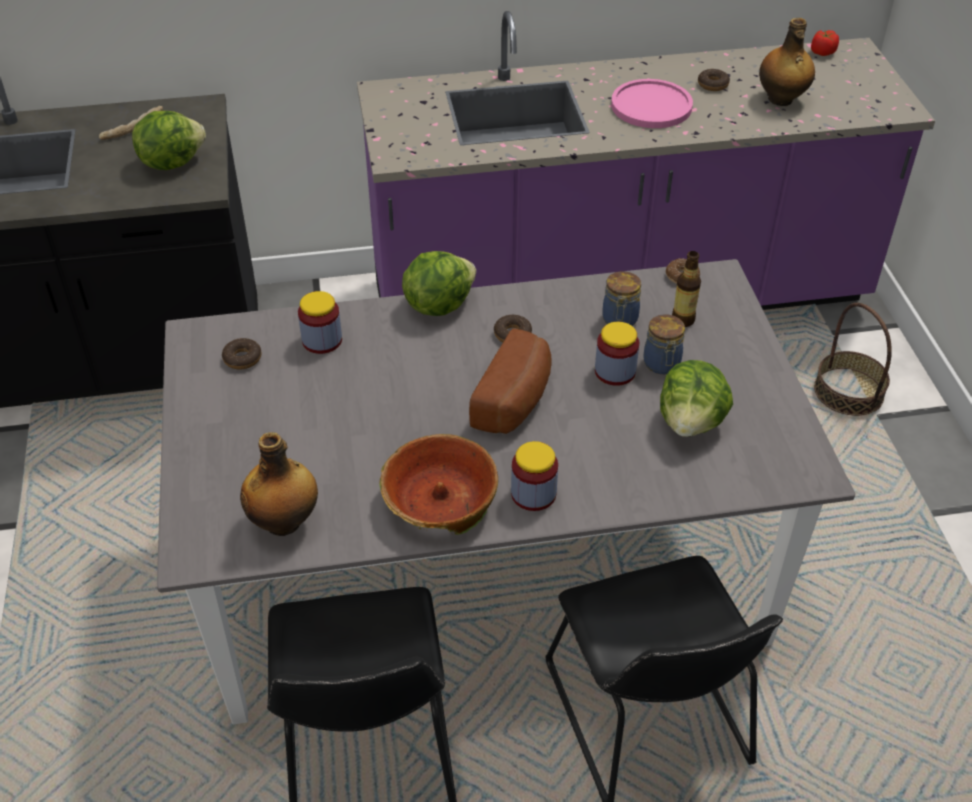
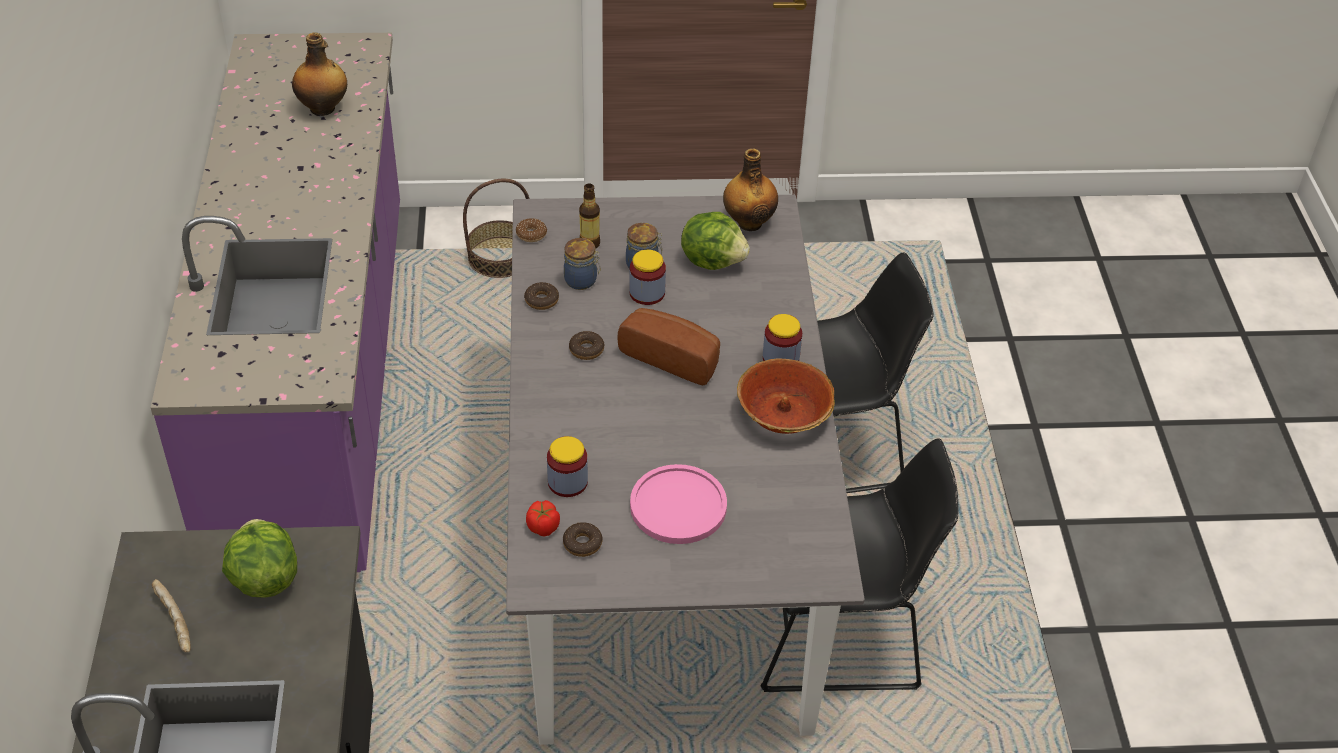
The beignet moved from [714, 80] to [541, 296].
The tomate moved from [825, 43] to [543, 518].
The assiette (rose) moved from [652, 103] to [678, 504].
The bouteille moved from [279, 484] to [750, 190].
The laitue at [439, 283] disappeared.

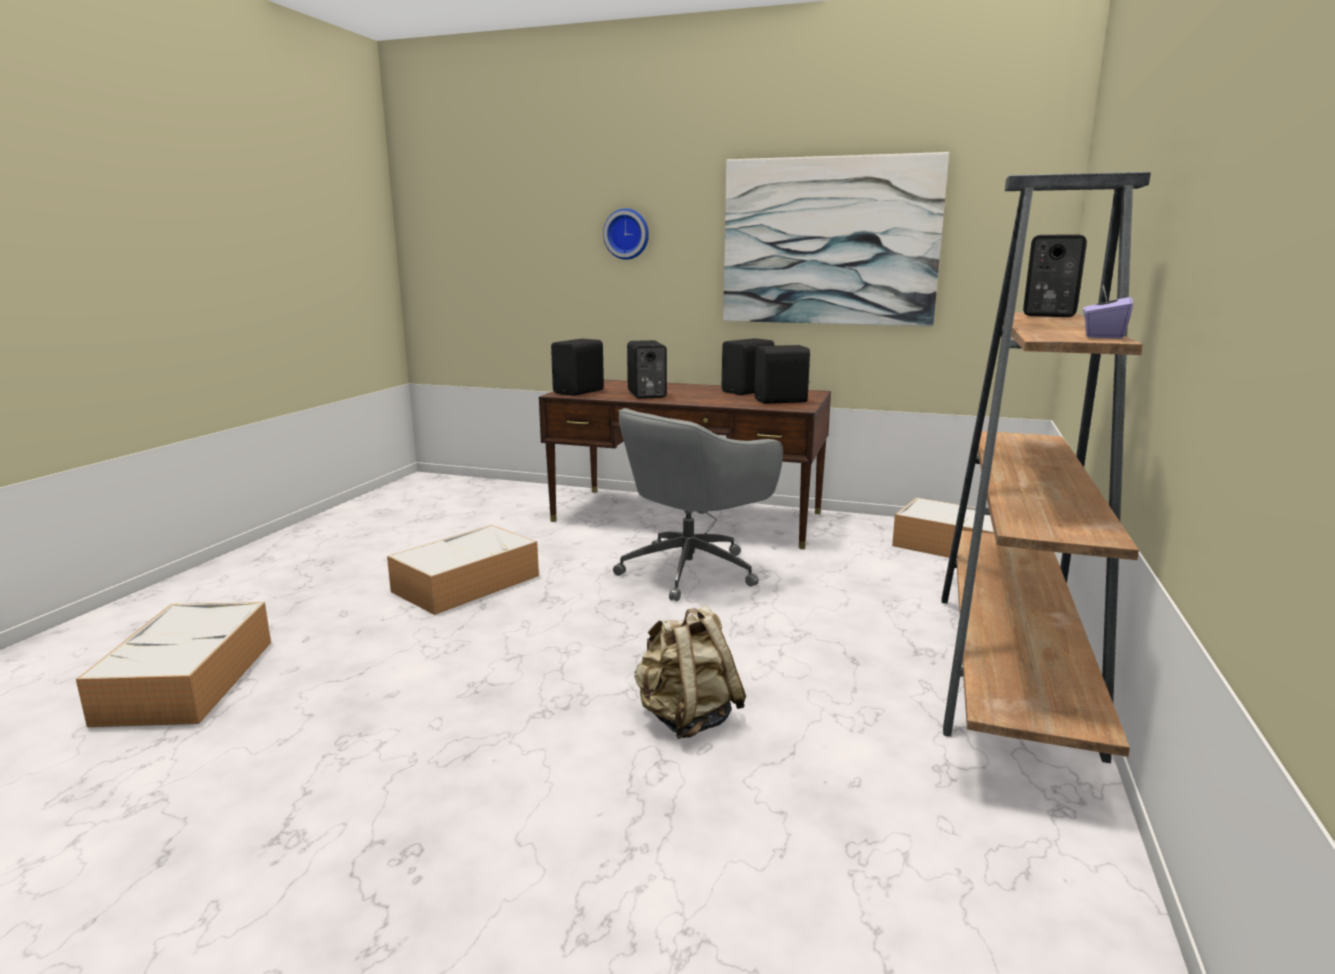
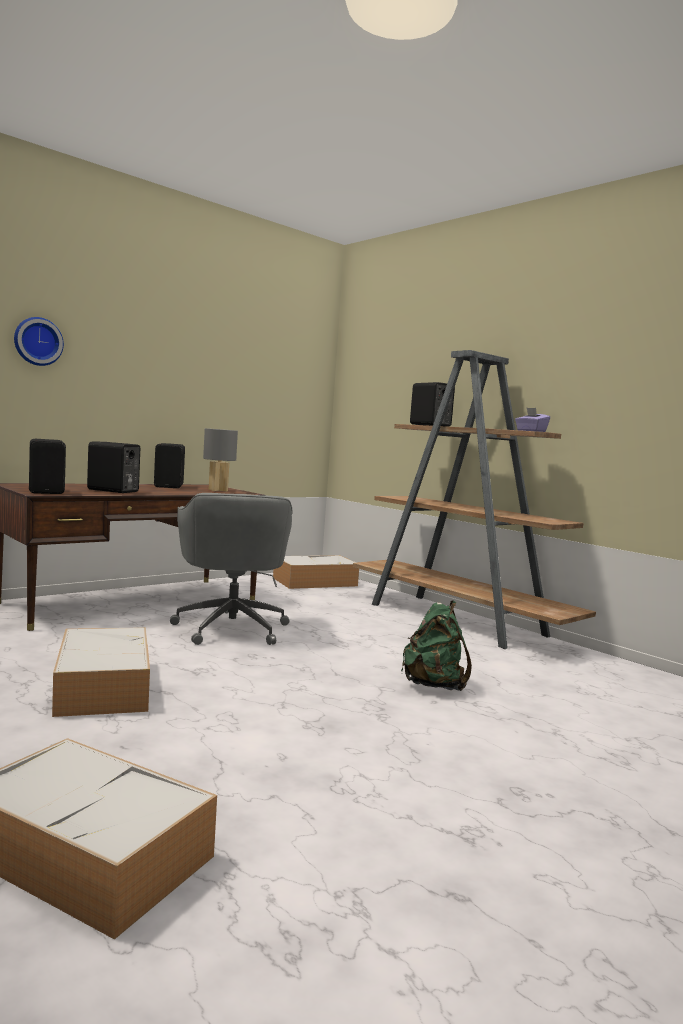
The enceinte (noir) at [782, 374] was replaced by the lampe de table (gris) at [220, 459].
The sac à dos (beige) at [690, 672] became the sac à dos (vert) at [436, 645].
The tableau at [836, 239] disappeared.

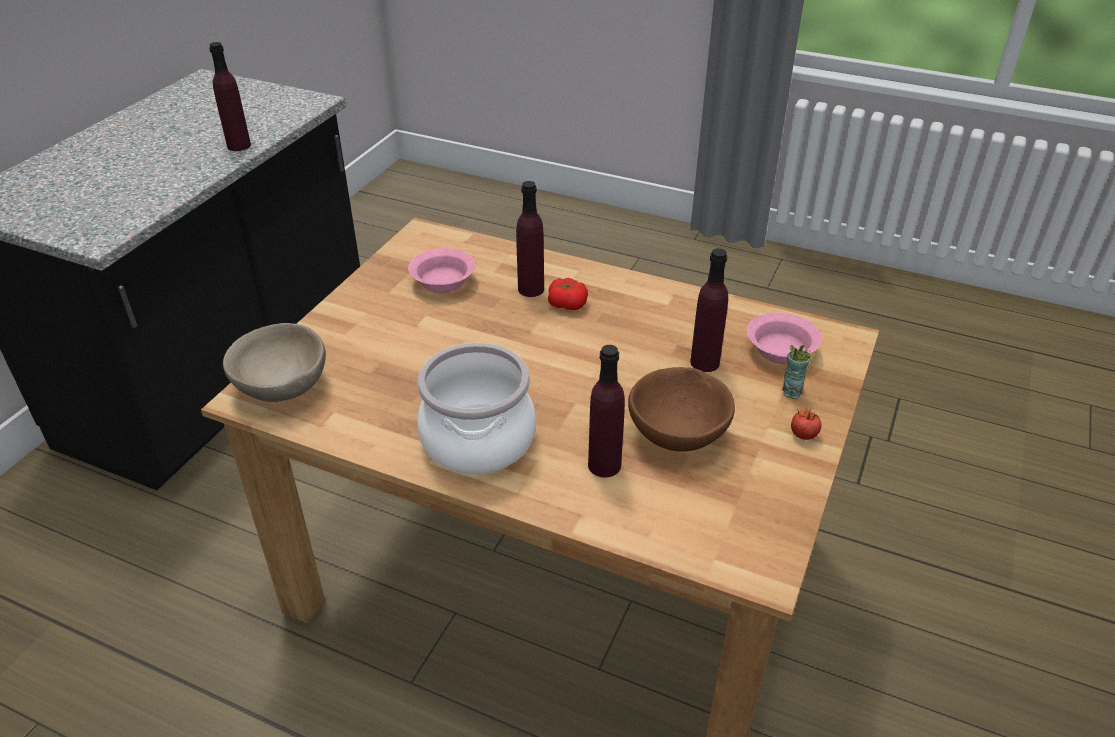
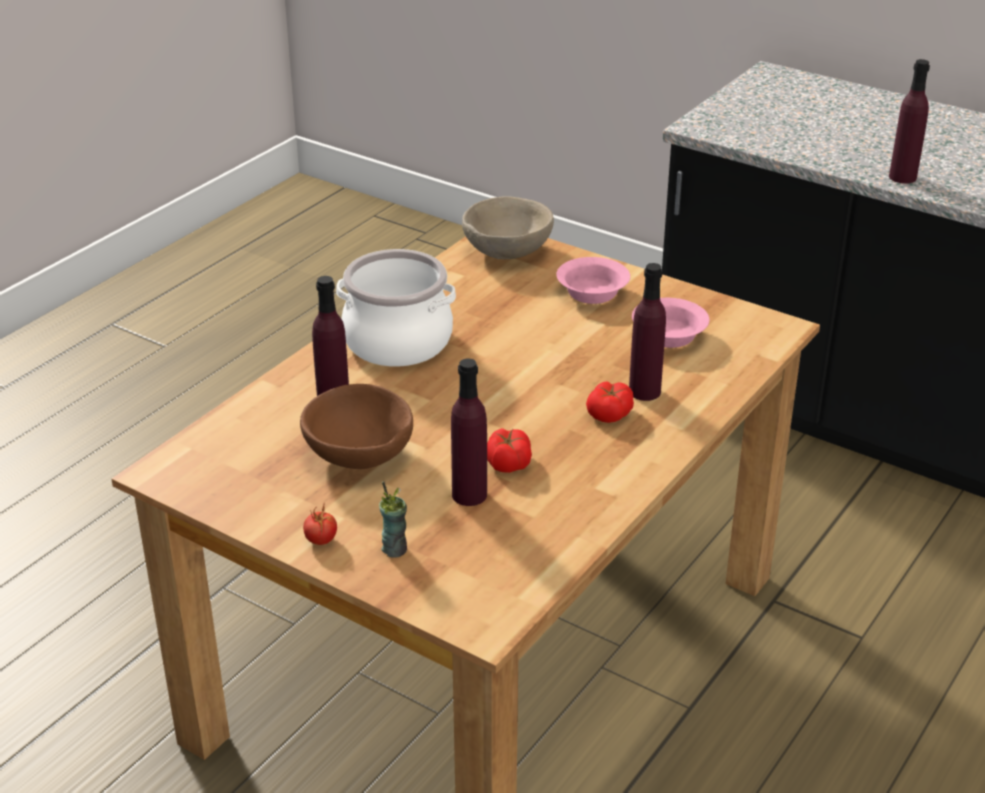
The tomate at [509, 450] appeared.
The bol (rose) moved from [784, 338] to [593, 280].

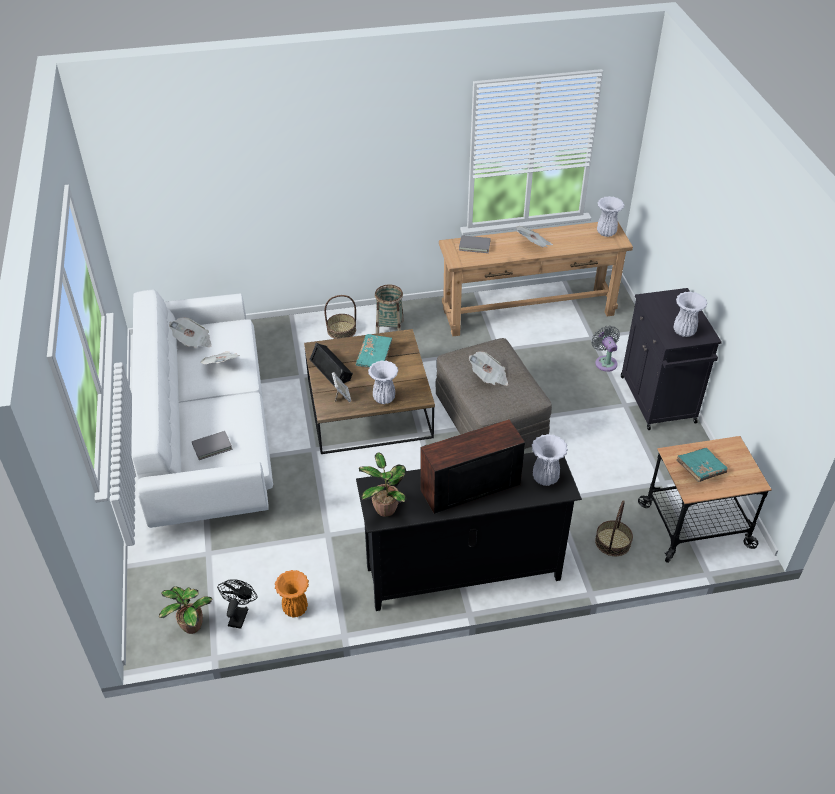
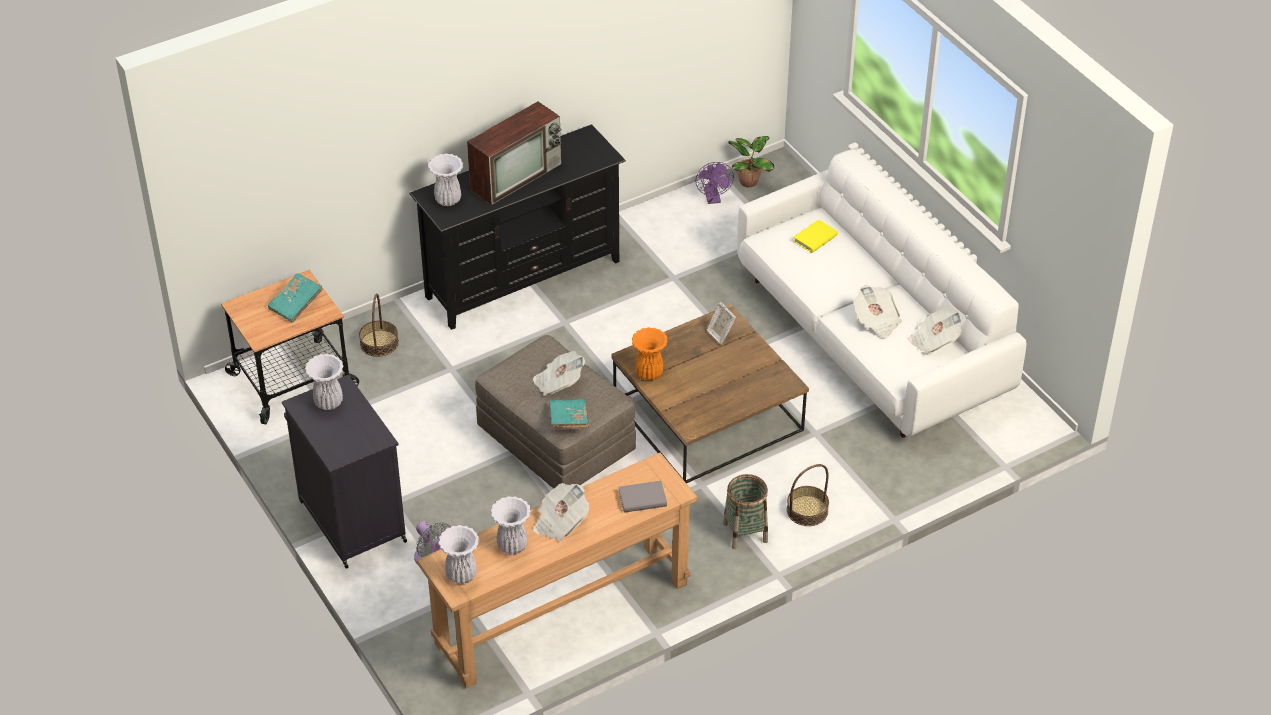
The vase (blanc) moved from [383, 382] to [510, 525].
The livre (turquoise) moved from [374, 351] to [568, 414].
The vase (orange) moved from [292, 593] to [650, 353].
The ventilateur (noir) at [237, 604] became the ventilateur (violet) at [715, 183].
The livre (gris) at [212, 445] became the livre (jaune) at [815, 236].
The enceinte (noir) at [331, 364] disappeared.
The plante en pot at [383, 484] disappeared.

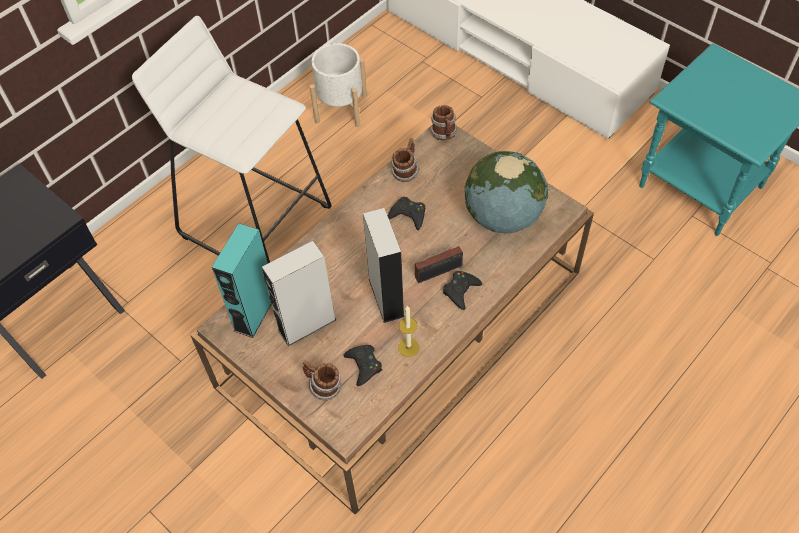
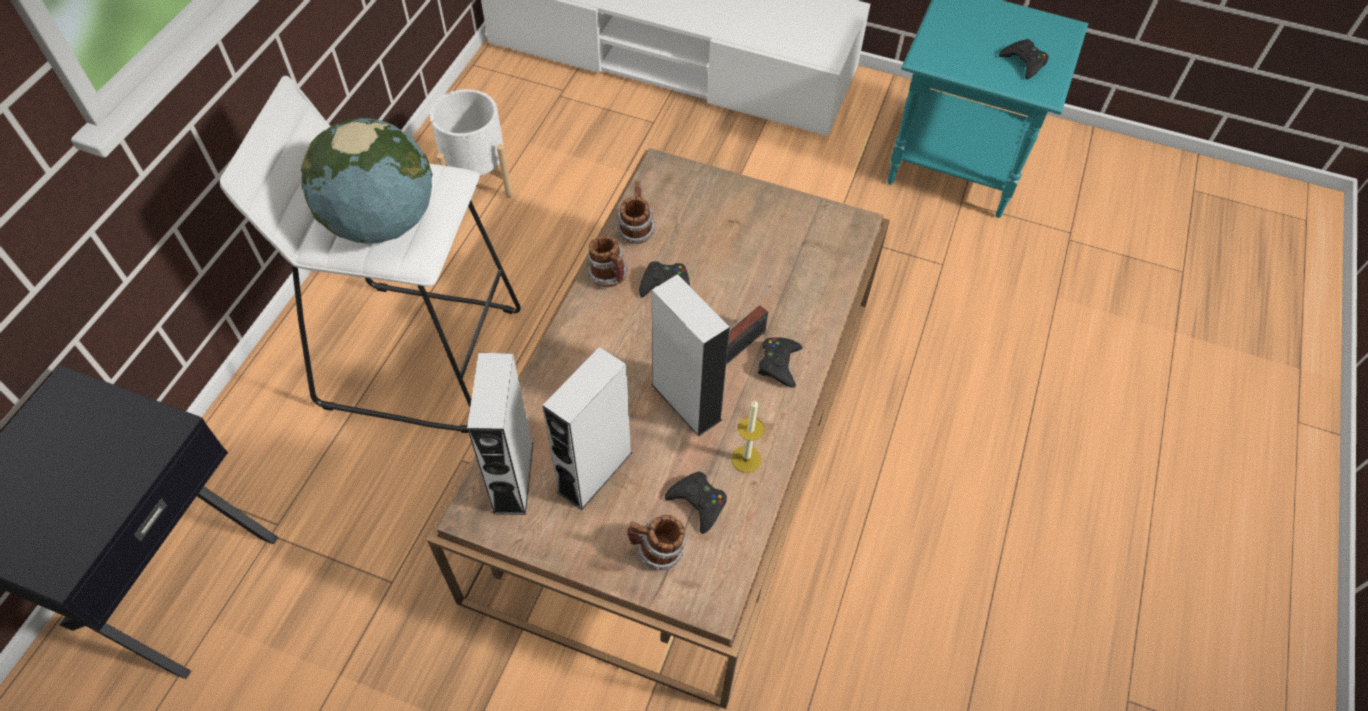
The globe moved from [506, 192] to [367, 181].
The enceinte (turquoise) at [241, 280] became the enceinte (gris) at [500, 434].
The mug moved from [443, 123] to [607, 261].
The manette (noir) at [1024, 59] appeared.

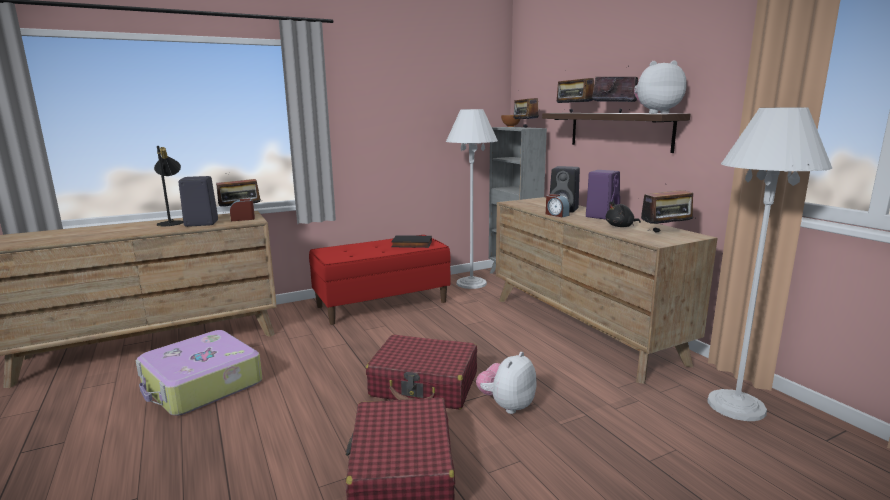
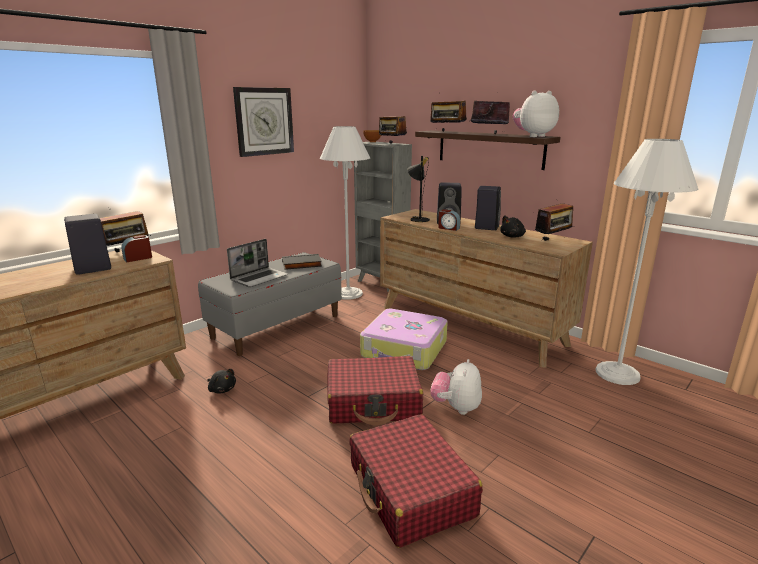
The banc (rouge) at [380, 280] became the banc (gris) at [270, 304].
The peluche (noir) at [222, 381] appeared.
The ordinateur portable at [257, 263] appeared.
The horloge murale at [263, 122] appeared.
The valise moved from [198, 373] to [404, 339].
The lampe de table (noir) moved from [168, 186] to [418, 189].
The enceinte (violet) at [603, 194] became the enceinte (noir) at [488, 208].

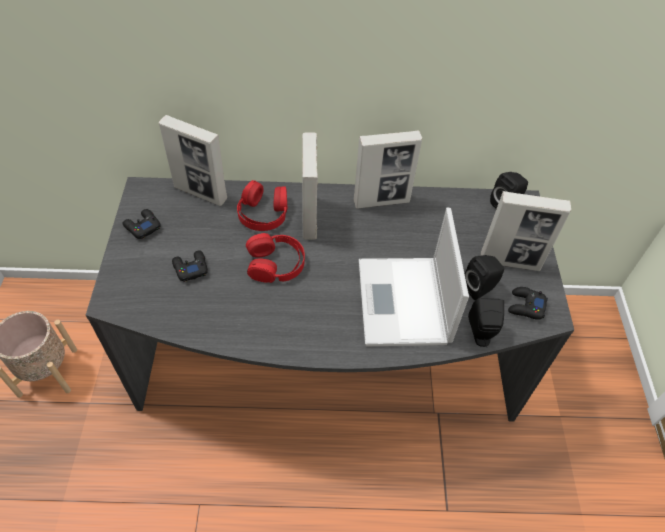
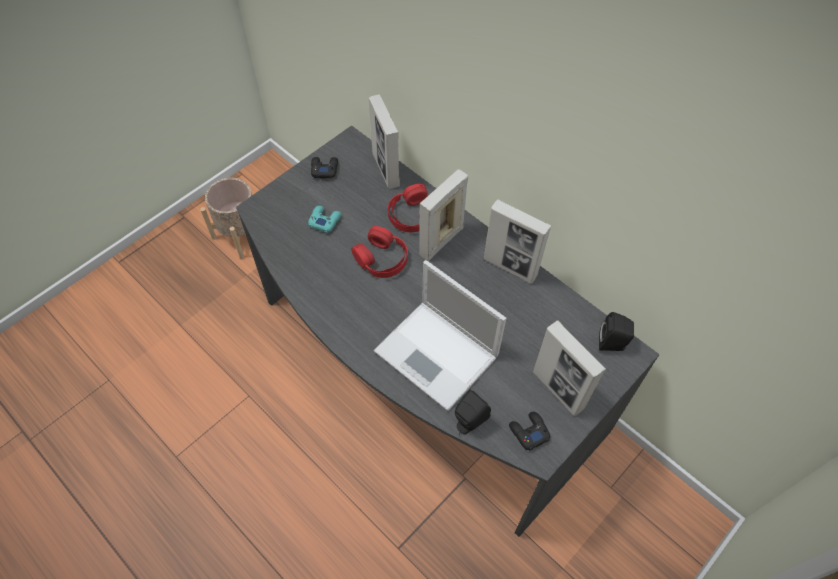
The manette (noir) at [190, 266] became the manette (turquoise) at [324, 219].
The ordinateur portable at [414, 276] turned 90 degrees counterclockwise.
The enceinte (noir) at [484, 277] disappeared.

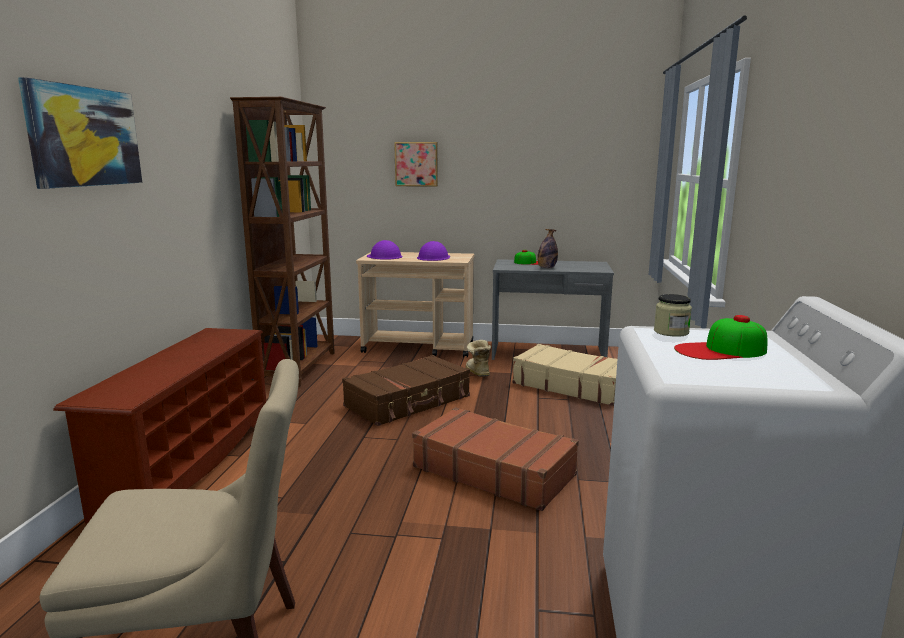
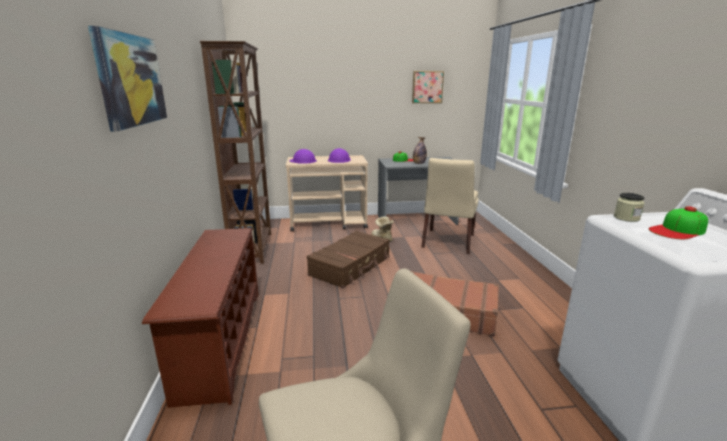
The tableau moved from [416, 164] to [428, 87].
The valise (beige) at [565, 375] was replaced by the chaise (beige) at [450, 206].

